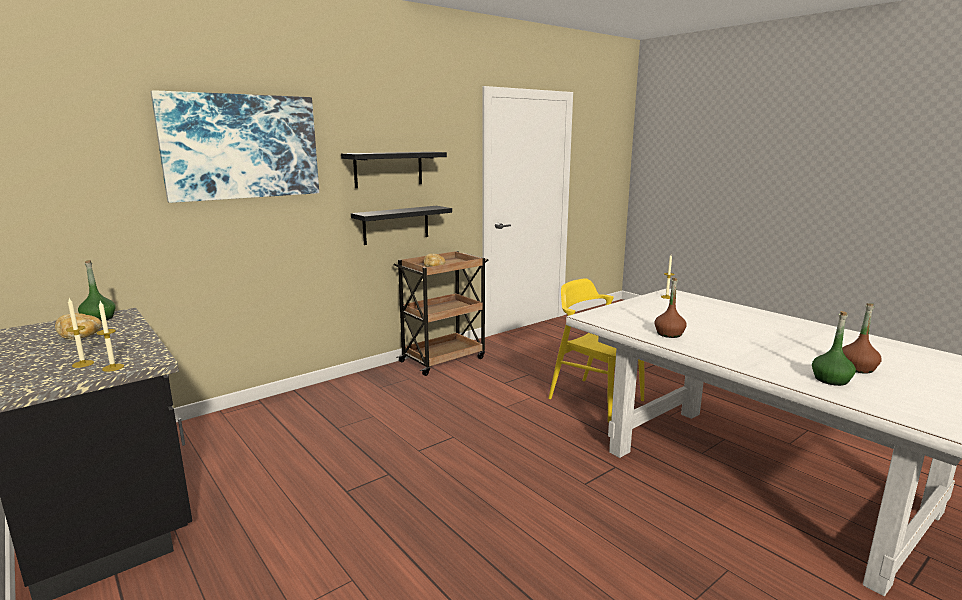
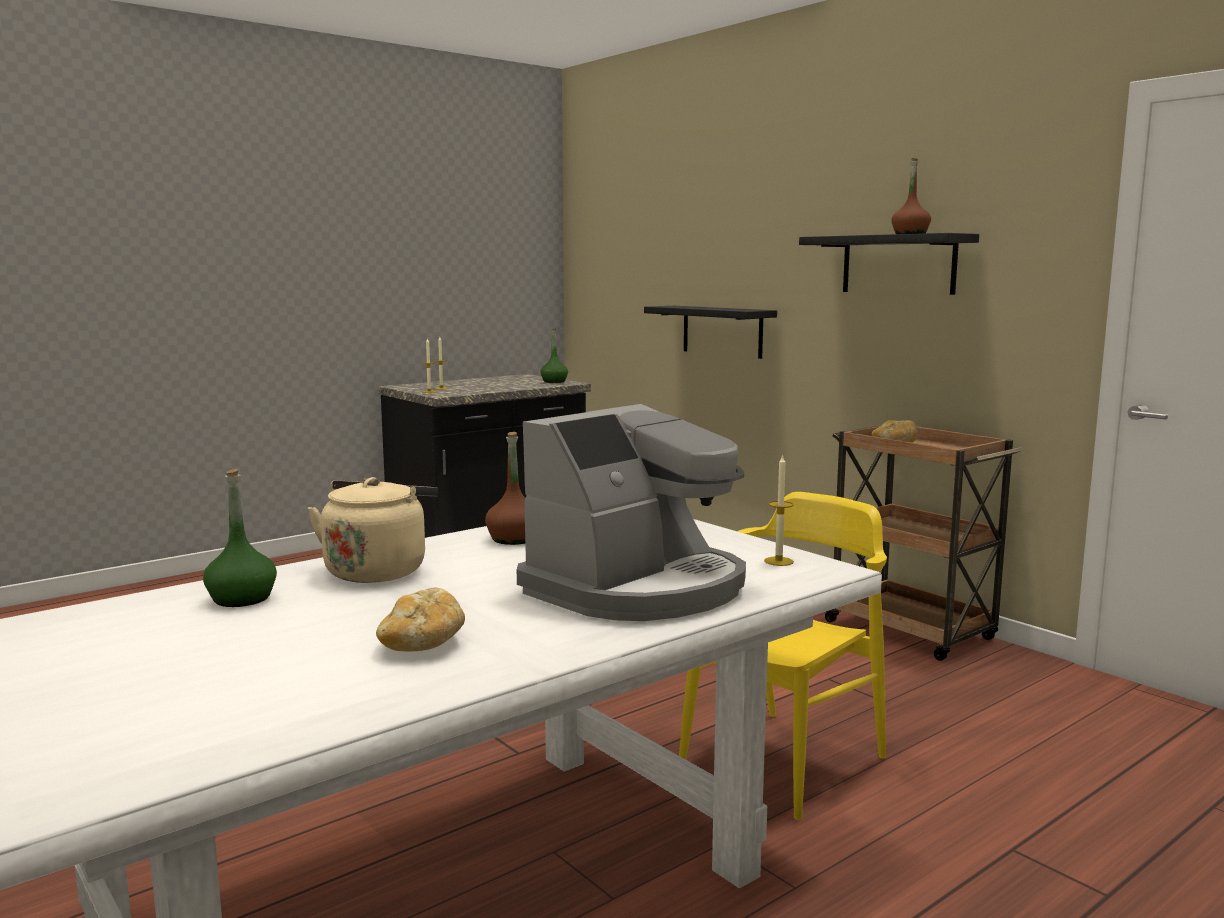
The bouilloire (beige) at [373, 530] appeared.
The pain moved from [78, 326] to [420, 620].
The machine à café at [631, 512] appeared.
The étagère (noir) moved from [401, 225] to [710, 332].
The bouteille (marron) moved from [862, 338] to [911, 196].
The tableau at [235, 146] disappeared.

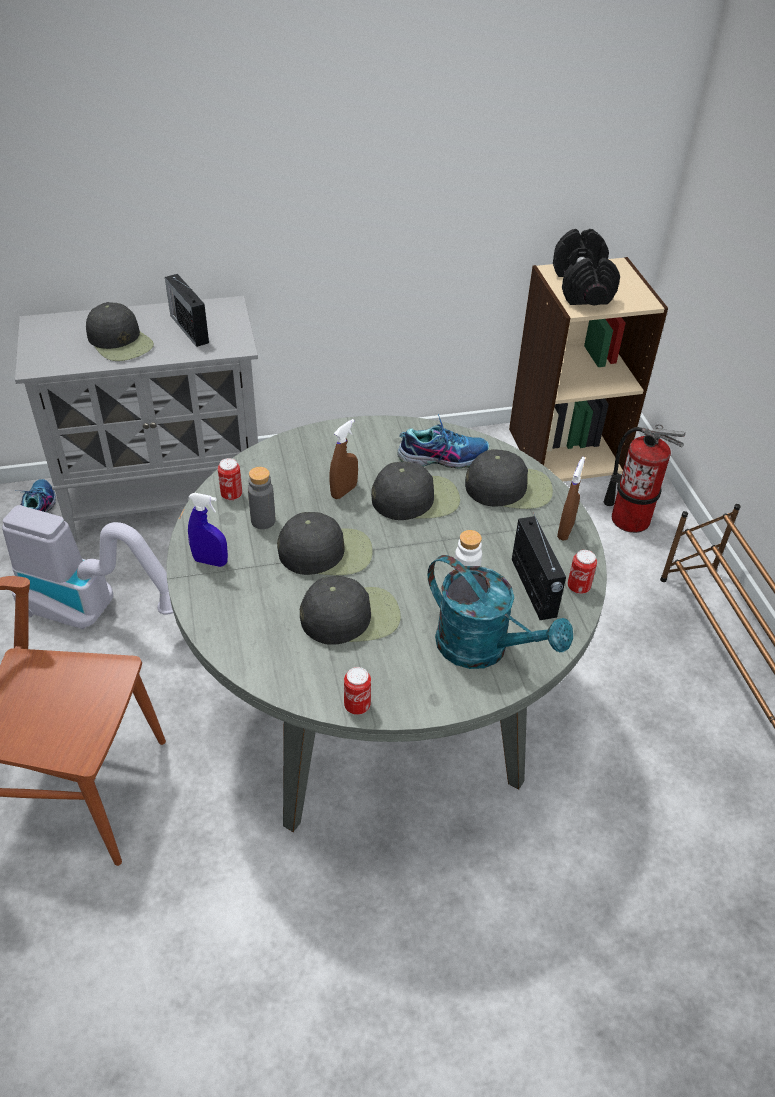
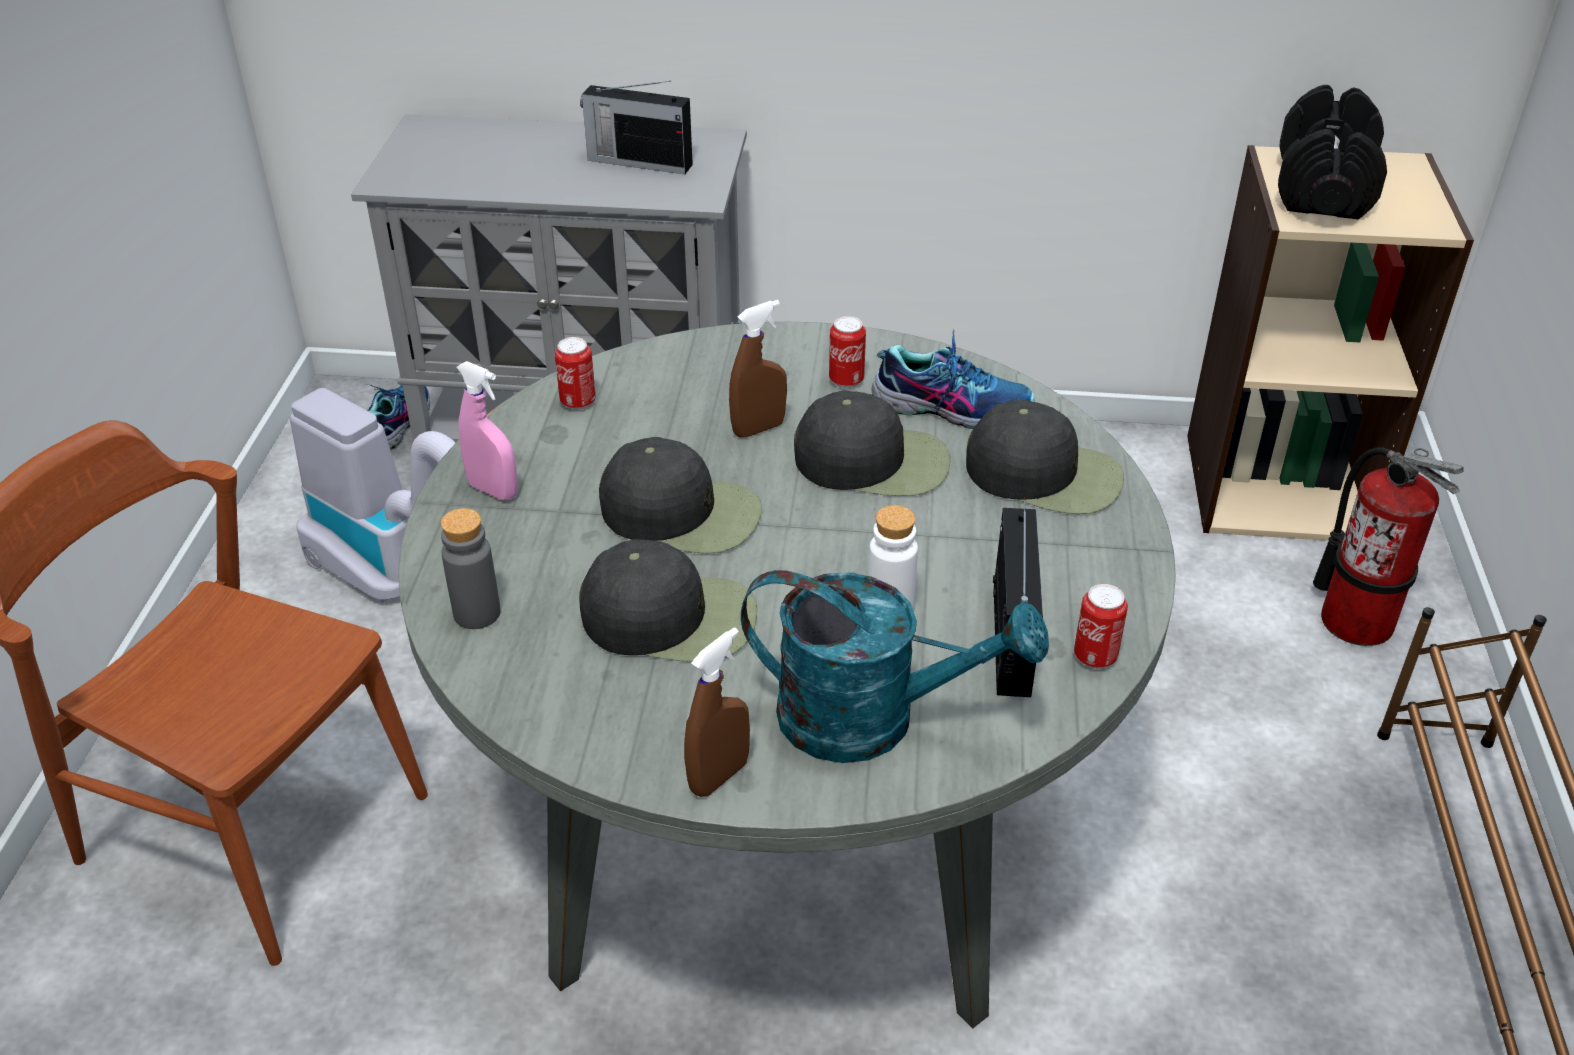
The bouteille (gris) moved from [261, 498] to [471, 568].
The vaporisateur (bleu) at [208, 530] became the vaporisateur (rose) at [487, 430].
The radio at [187, 310] turned 60 degrees counterclockwise.
The vaporisateur (marron) moved from [571, 499] to [717, 712].
The arrosoir (turquoise) at [500, 612] turned 45 degrees counterclockwise.
The boîte métallique moved from [357, 691] to [847, 352].
The casquette (noir) at [120, 331] disappeared.

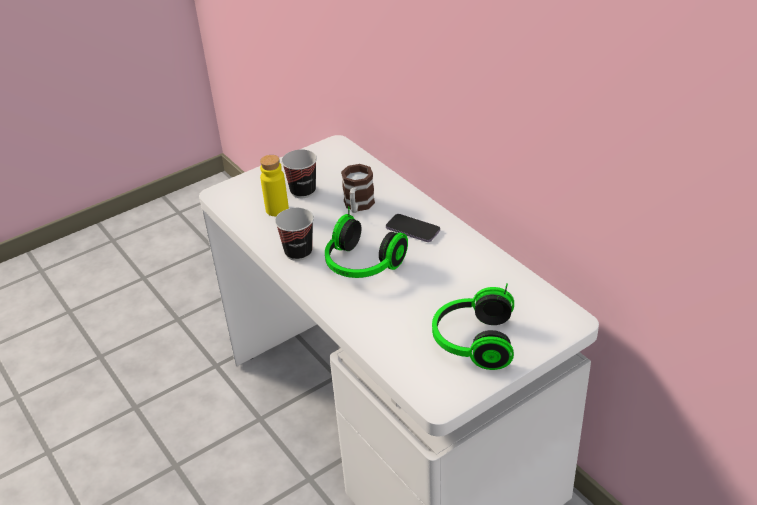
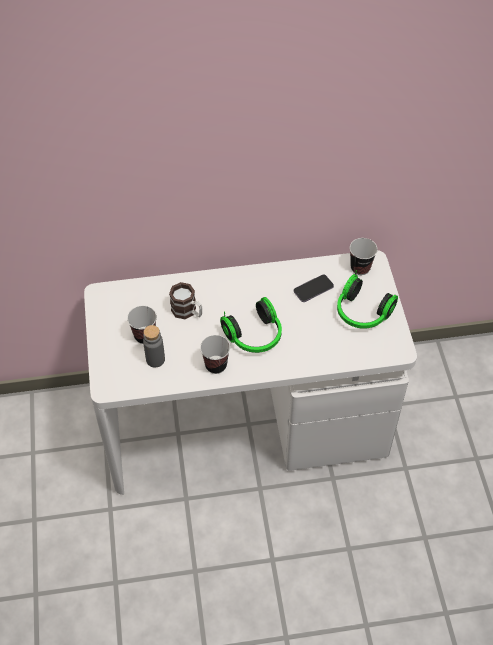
The bouteille (jaune) at [274, 185] became the bouteille (gris) at [154, 346].
The téléphone moved from [413, 228] to [314, 288].
The tasse at [364, 256] appeared.

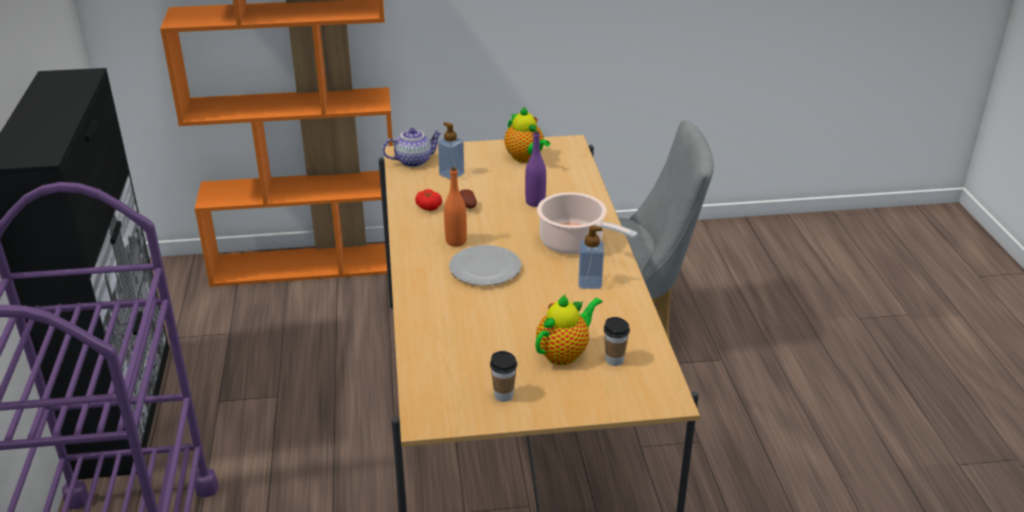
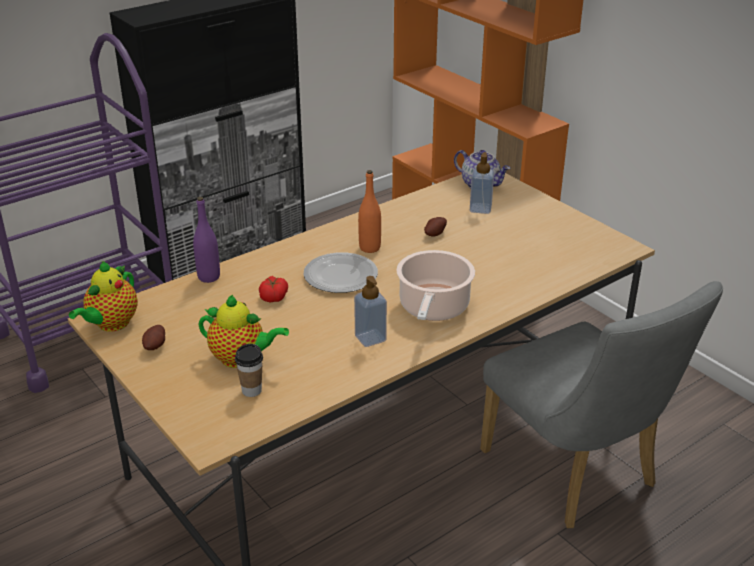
The théière moved from [527, 135] to [103, 296].
The tasse at [503, 376] was replaced by the pomme de terre at [153, 337].
The bouteille (violet) moved from [535, 168] to [206, 240].
The tomate moved from [428, 200] to [273, 289].

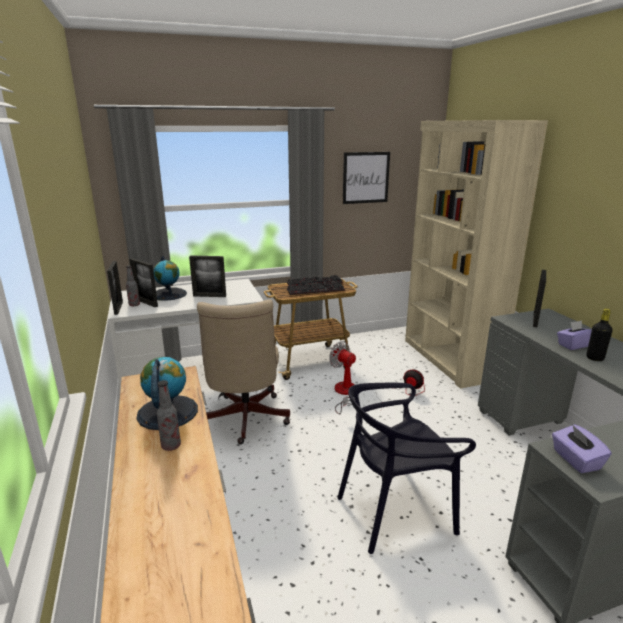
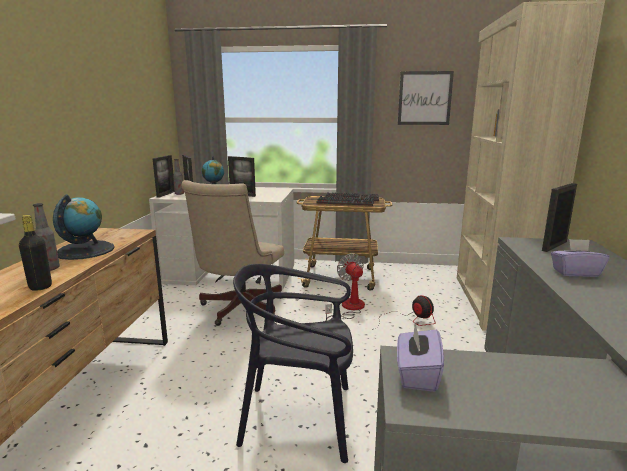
The bouteille (noir) moved from [600, 335] to [35, 253].

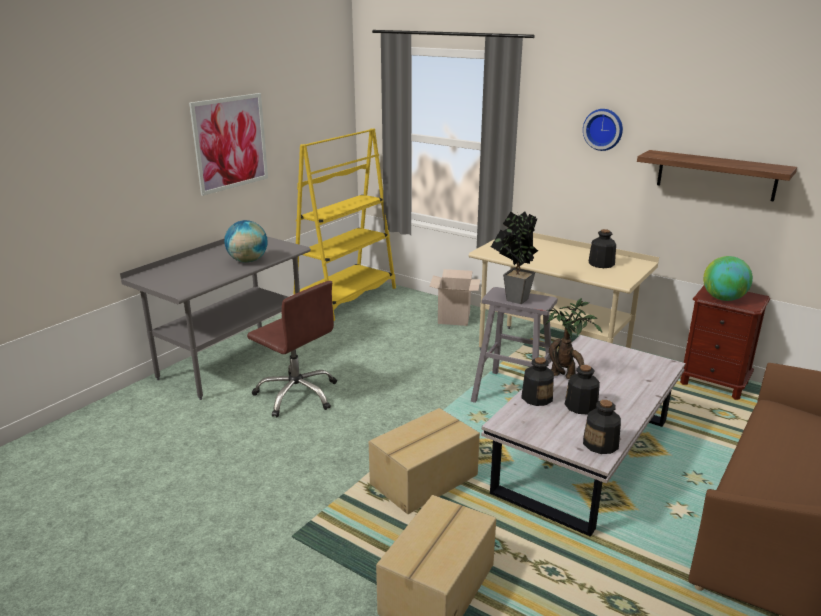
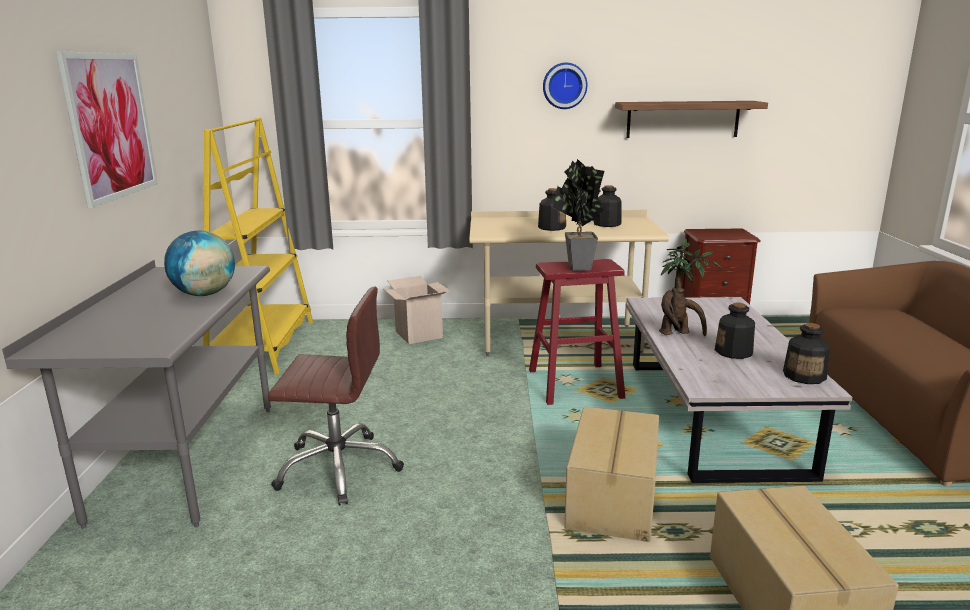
The tabouret (gris) at [514, 345] became the tabouret (rouge) at [577, 332].
The bouteille moved from [537, 381] to [552, 209].
The globe at [728, 278] disappeared.

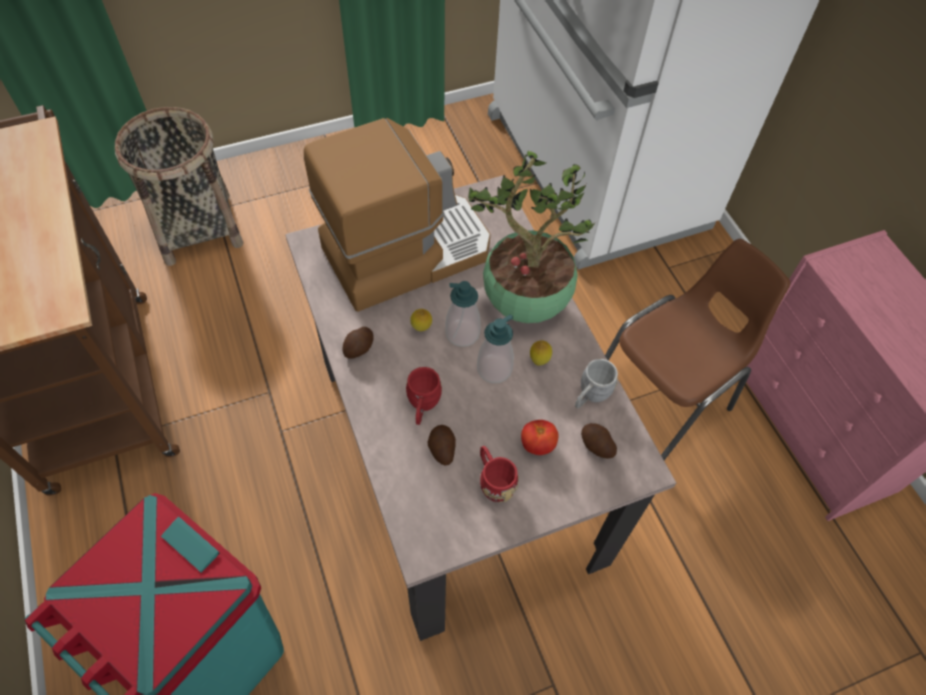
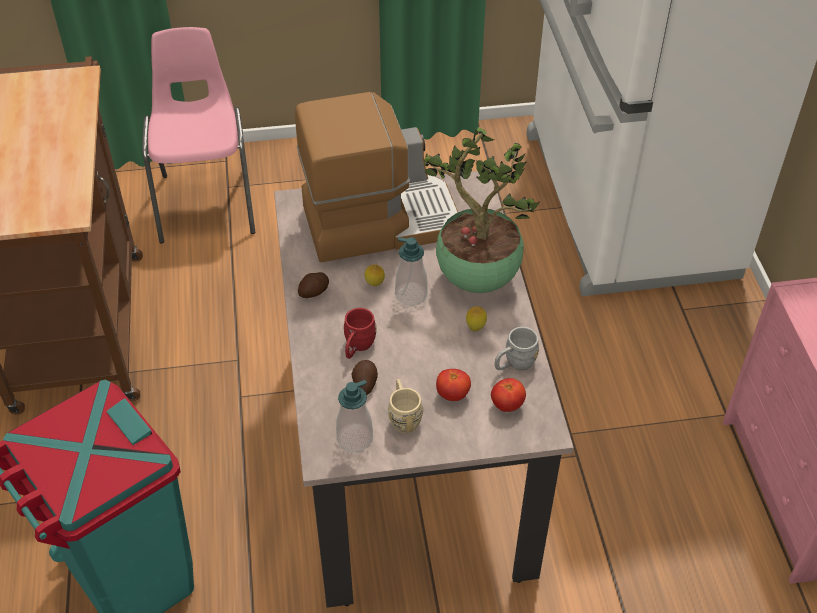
The panier at [179, 186] was replaced by the chaise (rose) at [198, 135].
The distributeur de savon moved from [495, 348] to [354, 416].
The mug (rouge) at [499, 474] became the mug (beige) at [405, 406].
The pomme de terre at [599, 441] was replaced by the tomate at [508, 395].
The chaise (marron) at [697, 349] disappeared.

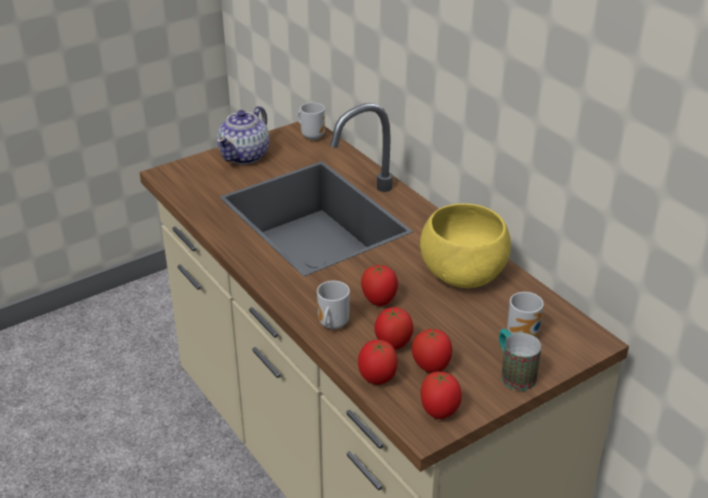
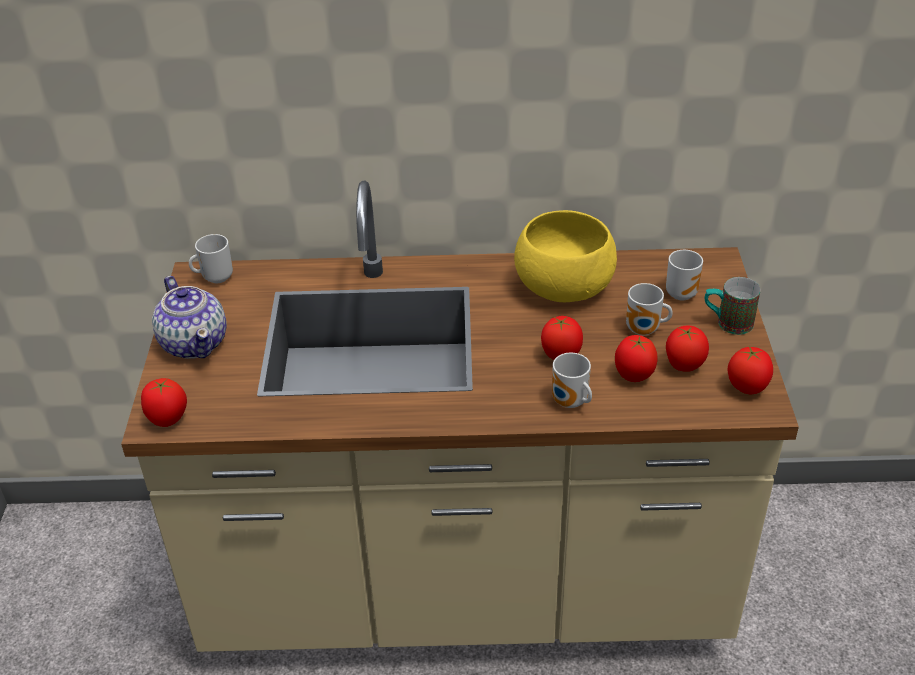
The tomate moved from [378, 362] to [164, 402].
The mug at [649, 309] appeared.

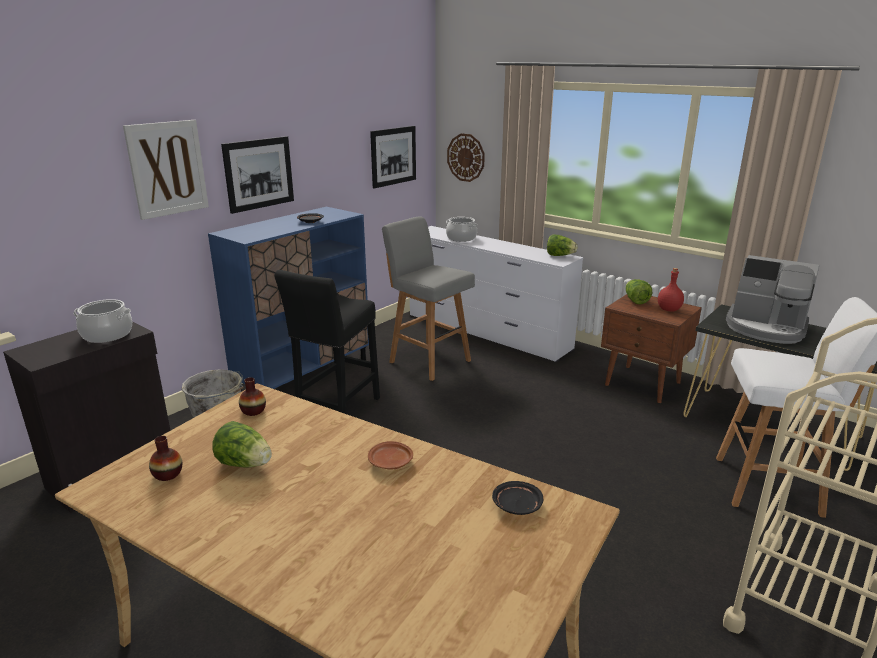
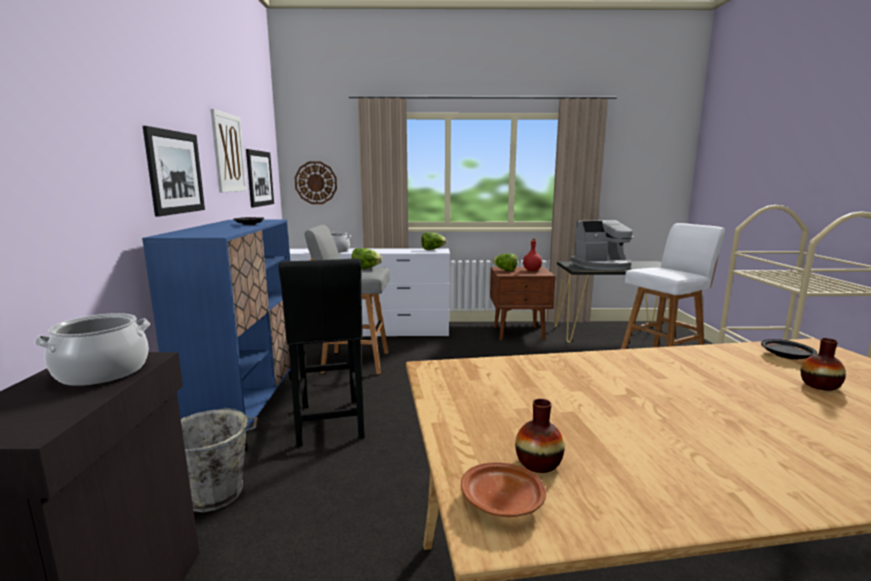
The tableau moved from [166, 170] to [229, 151].
The laitue moved from [242, 444] to [367, 258].
The assiette (marron) moved from [390, 455] to [503, 489].
The vase moved from [252, 396] to [823, 364].

